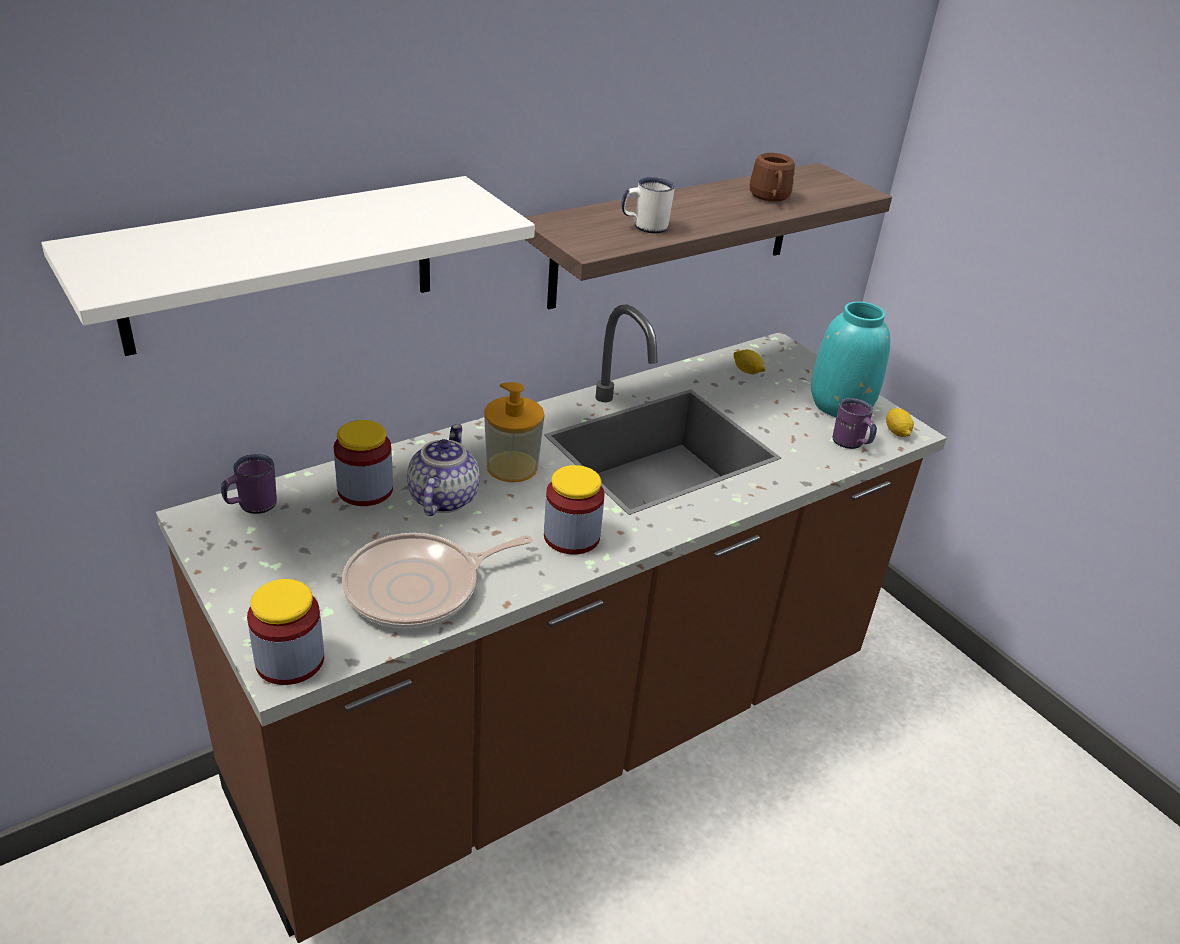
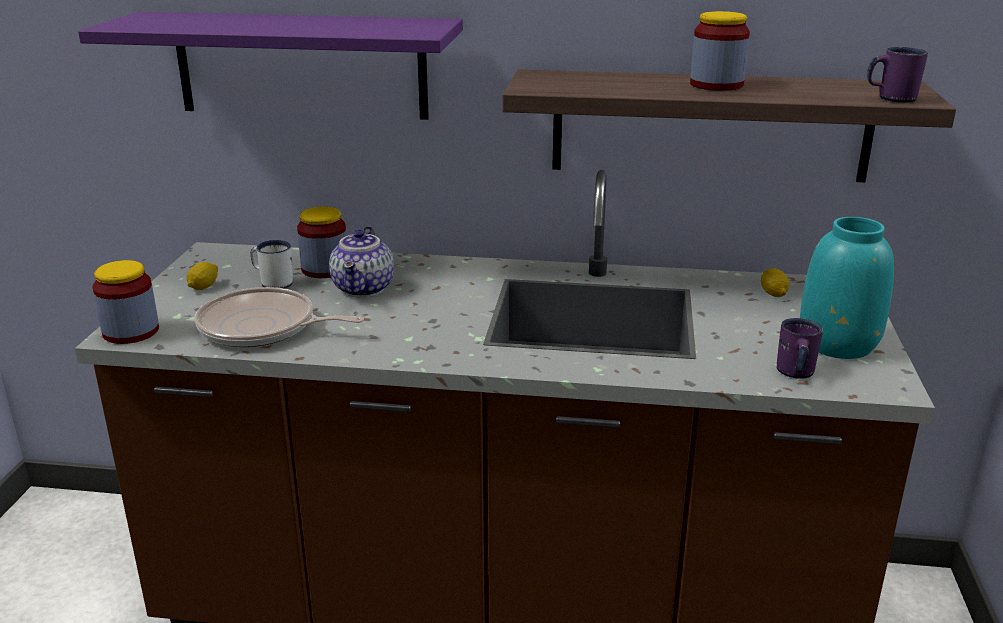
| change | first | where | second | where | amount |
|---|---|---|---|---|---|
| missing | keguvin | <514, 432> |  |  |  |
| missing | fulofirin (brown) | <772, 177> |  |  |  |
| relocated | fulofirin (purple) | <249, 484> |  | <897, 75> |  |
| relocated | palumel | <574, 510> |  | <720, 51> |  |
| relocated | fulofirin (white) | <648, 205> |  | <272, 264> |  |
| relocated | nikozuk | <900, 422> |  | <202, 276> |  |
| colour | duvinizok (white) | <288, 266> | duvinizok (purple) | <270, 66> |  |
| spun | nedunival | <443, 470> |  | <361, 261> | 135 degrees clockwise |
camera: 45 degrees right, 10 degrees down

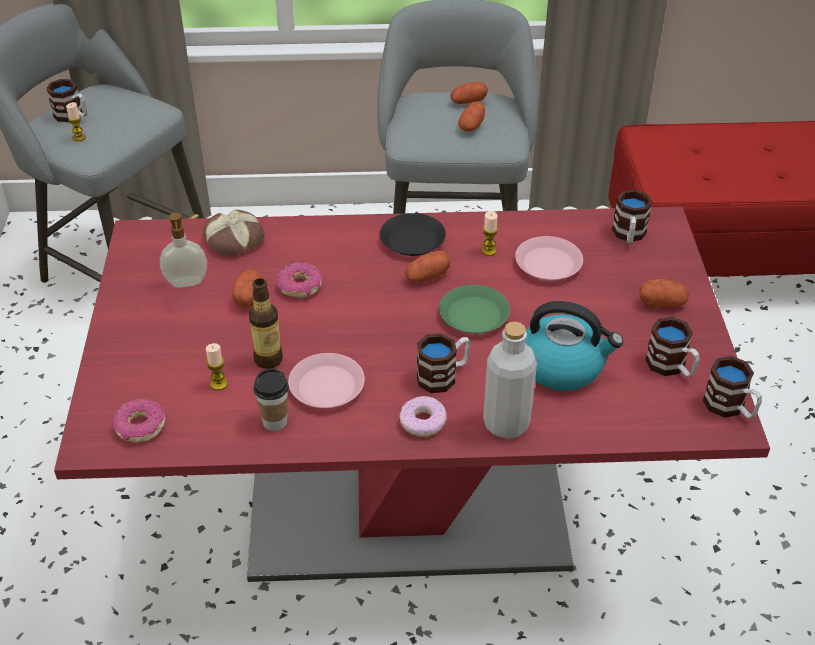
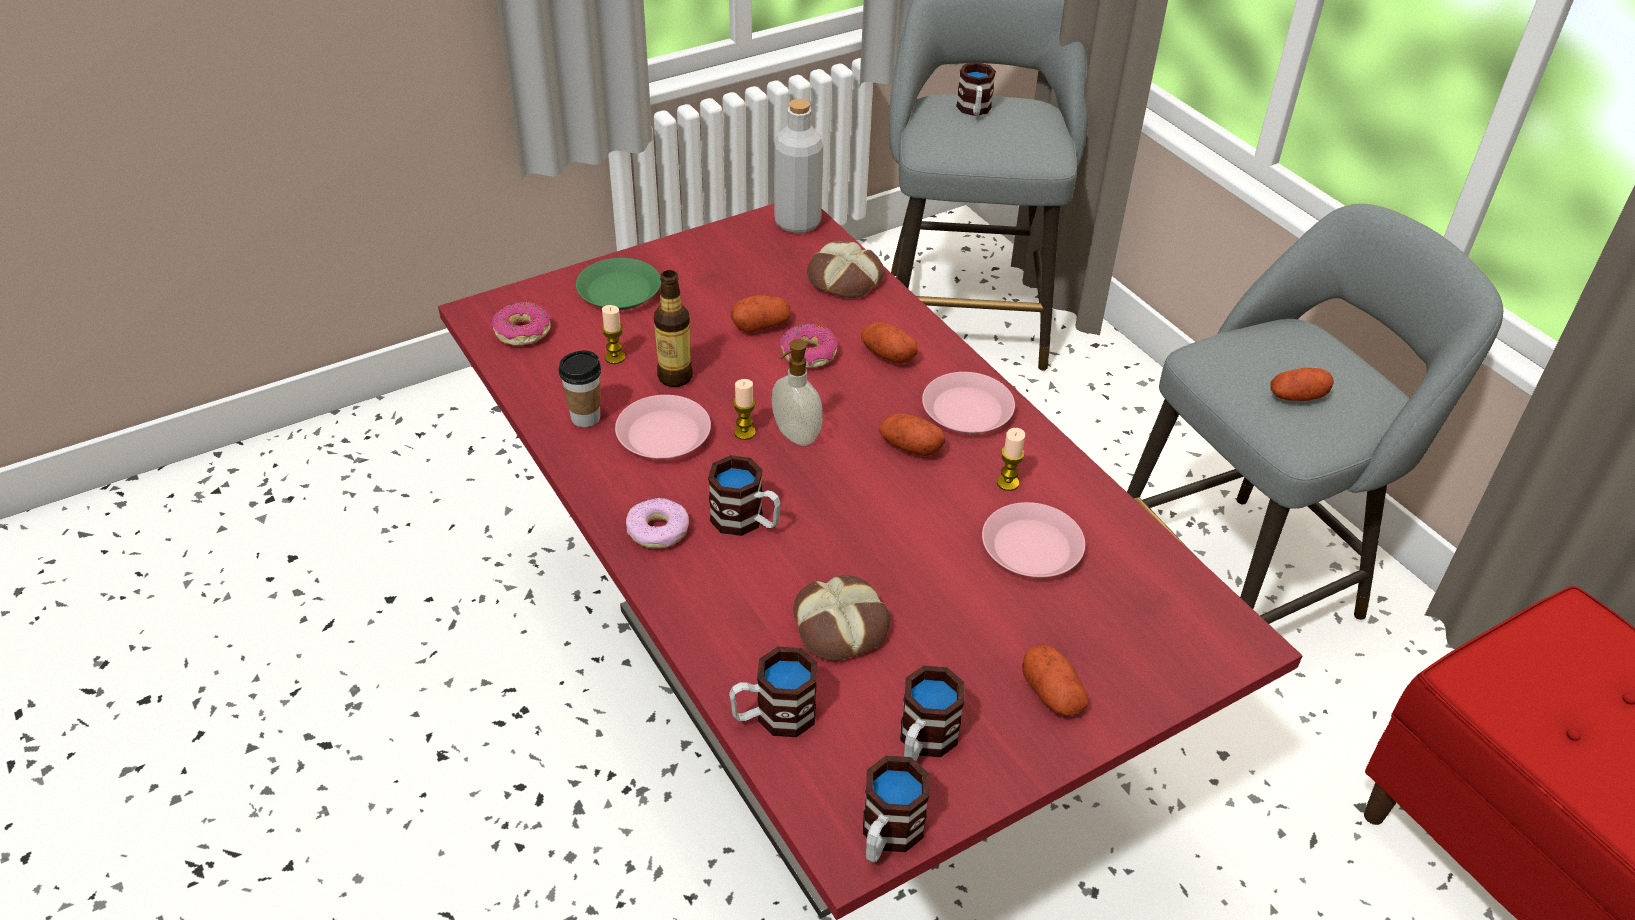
| change | first | where | second | where | amount |
|---|---|---|---|---|---|
| relocated | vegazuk | <76, 121> |  | <744, 409> |  |
| relocated | keguvin | <183, 249> |  | <797, 392> |  |
| relocated | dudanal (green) | <474, 309> |  | <618, 284> |  |
| relocated | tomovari | <469, 93> |  | <889, 343> |  |
| relocated | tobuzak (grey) | <510, 380> |  | <798, 166> |  |
| relocated | fulofirin | <632, 217> |  | <773, 692> |  |
| exchanged | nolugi | <574, 346> | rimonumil | <842, 618> |  |
| colour | dudanal (black) | <413, 234> | dudanal (pink) | <968, 403> |  |
camera: 60 degrees right, 0 degrees up

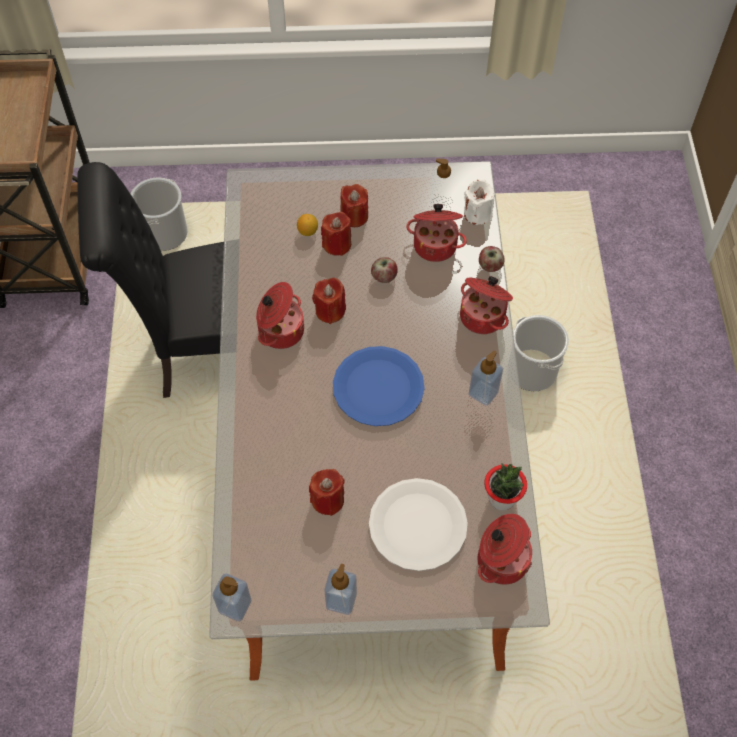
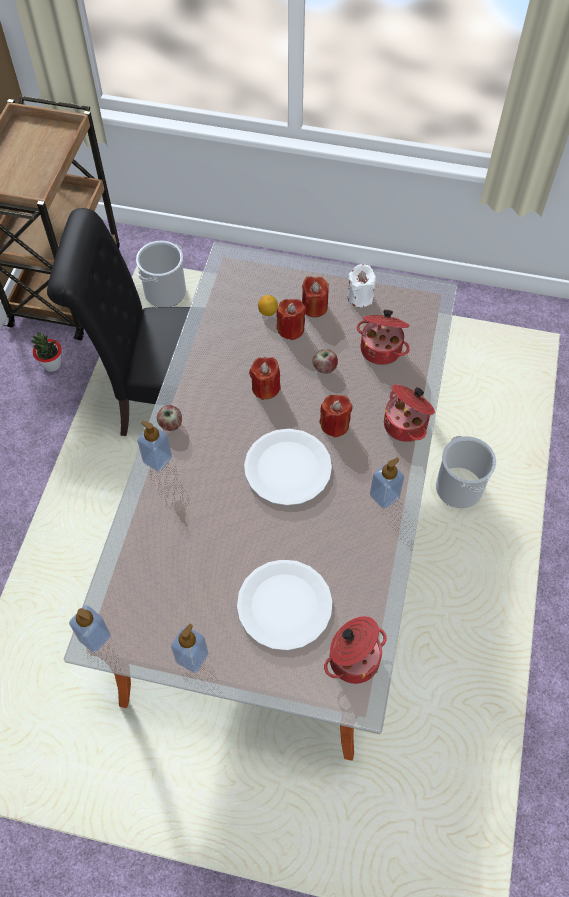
| change | first | where | second | where | amount |
|---|---|---|---|---|---|
| missing | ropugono | <280, 315> |  |  |  |
| relocated | vegazuk (red) | <327, 492> |  | <336, 416> |  |
| relocated | keguvin | <442, 184> |  | <154, 446> |  |
| relocated | vegazuk (white) | <479, 202> |  | <362, 285> |  |
| relocated | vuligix | <492, 259> |  | <169, 418> |  |
| relocated | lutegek | <505, 486> |  | <46, 352> |  |
| colour | dudanal (blue) | <379, 386> | dudanal (white) | <288, 467> |  |
camera: 15 degrees right, 0 degrees up

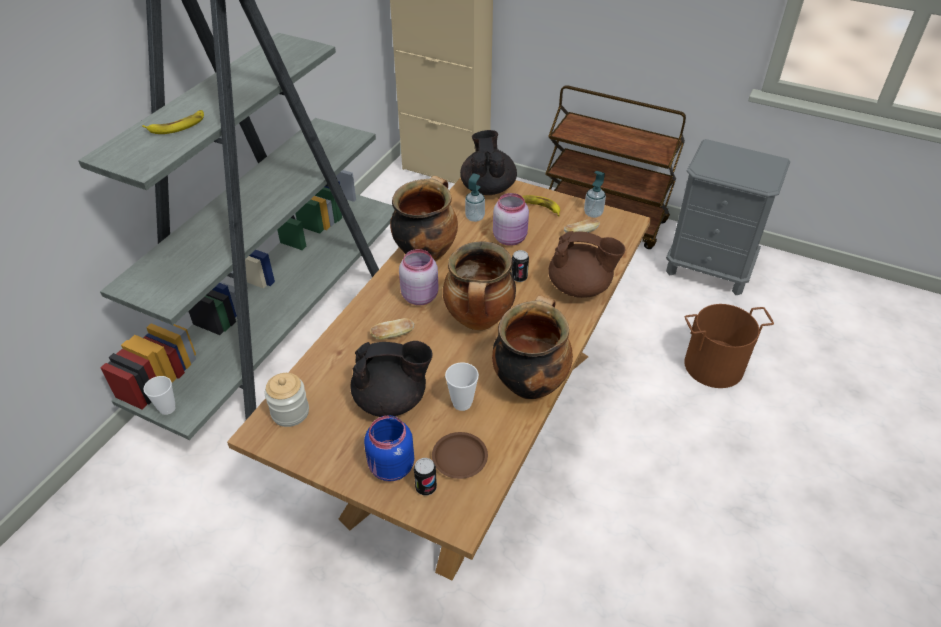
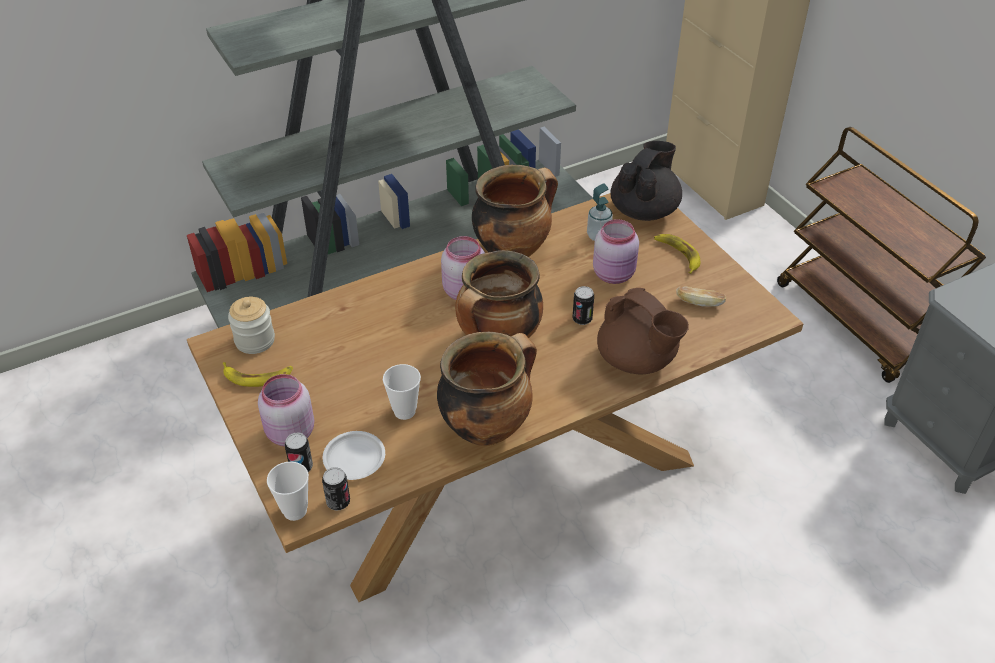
| change | first | where | second | where | amount |
|---|---|---|---|---|---|
| missing | nedunival (black) | <391, 379> |  |  |  |
| missing | rimonumil | <392, 329> |  |  |  |
| missing | keguvin | <595, 194> |  |  |  |
| missing | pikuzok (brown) | <729, 346> |  |  |  |
| appeared |  |  | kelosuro | <336, 489> |  |
| relocated | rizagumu | <173, 122> |  | <258, 374> |  |
| relocated | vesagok | <159, 395> |  | <288, 491> |  |
| colour | palumel (blue) | <389, 448> | palumel (pink) | <286, 410> |  |
| colour | dudanal (brown) | <460, 455> | dudanal (white) | <354, 455> |  |
camera: 35 degrees right, 0 degrees up

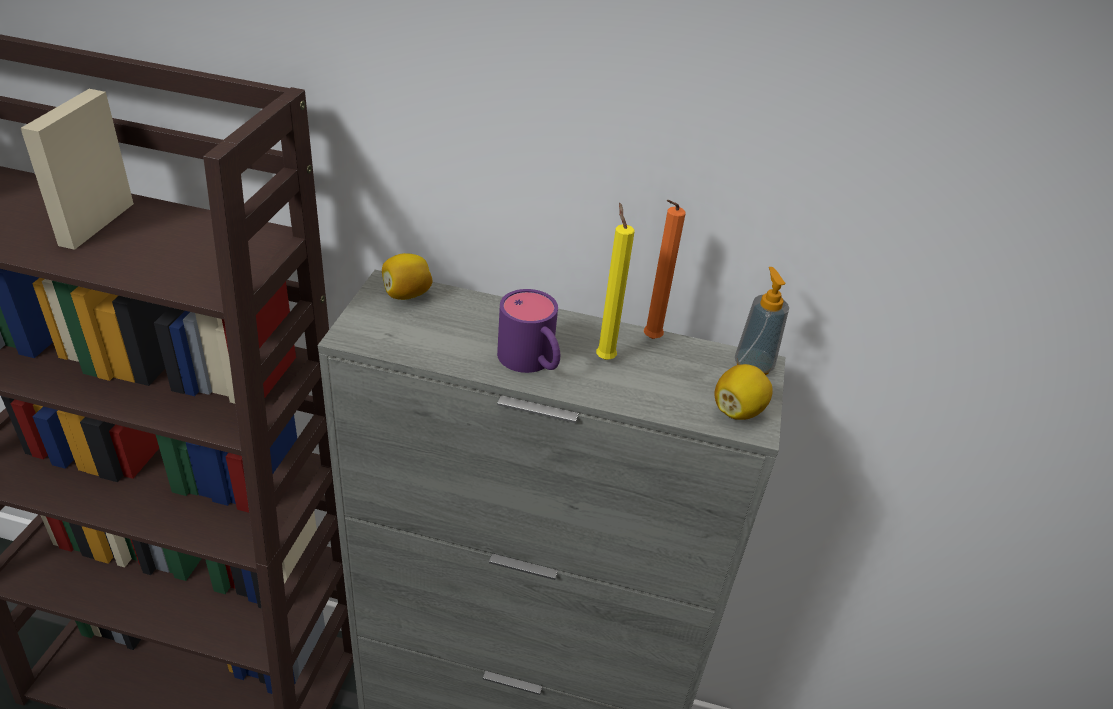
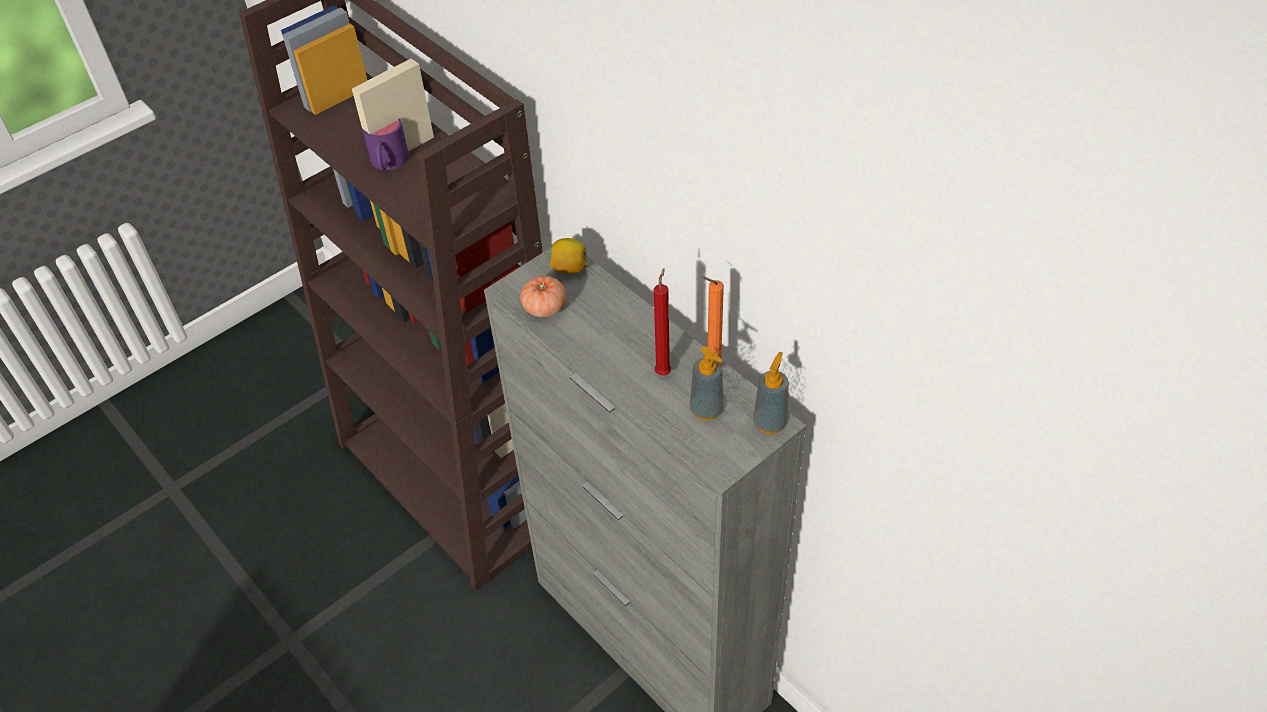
| change | first | where | second | where | amount |
|---|---|---|---|---|---|
| missing | nikozuk | <743, 392> |  |  |  |
| appeared |  |  | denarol | <543, 296> |  |
| appeared |  |  | keguvin | <707, 383> |  |
| relocated | fulofirin (purple) | <528, 331> |  | <385, 144> |  |
| colour | vegazuk (yellow) | <615, 281> | vegazuk (red) | <662, 321> |  |
camera: 40 degrees right, 10 degrees up

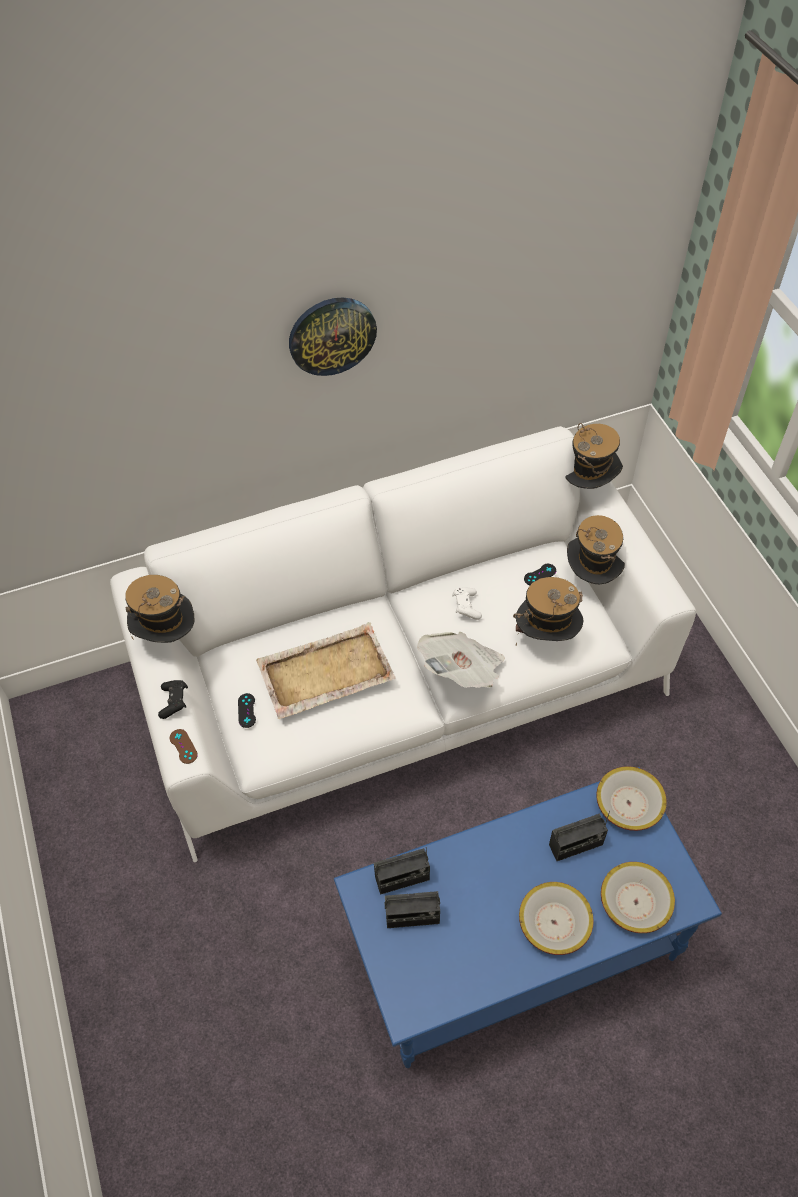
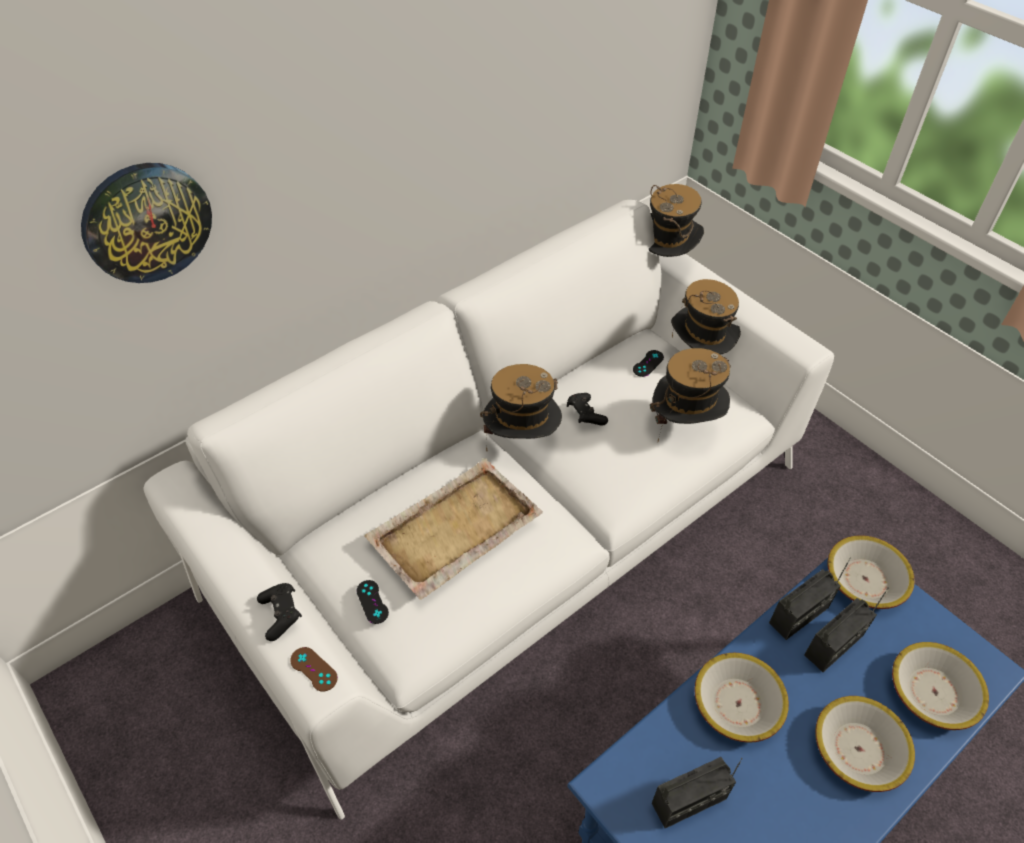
| change | first | where | second | where | amount |
|---|---|---|---|---|---|
| missing | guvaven | <461, 660> |  |  |  |
| appeared |  |  | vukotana | <741, 698> |  |
| relocated | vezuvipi | <159, 609> |  | <521, 407> |  |
| relocated | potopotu | <333, 336> |  | <146, 223> |  |
| relocated | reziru | <402, 871> |  | <810, 599> |  |
| colour | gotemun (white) | <467, 603> | gotemun (black) | <587, 409> |  |
camera: 20 degrees left, 5 degrees down

